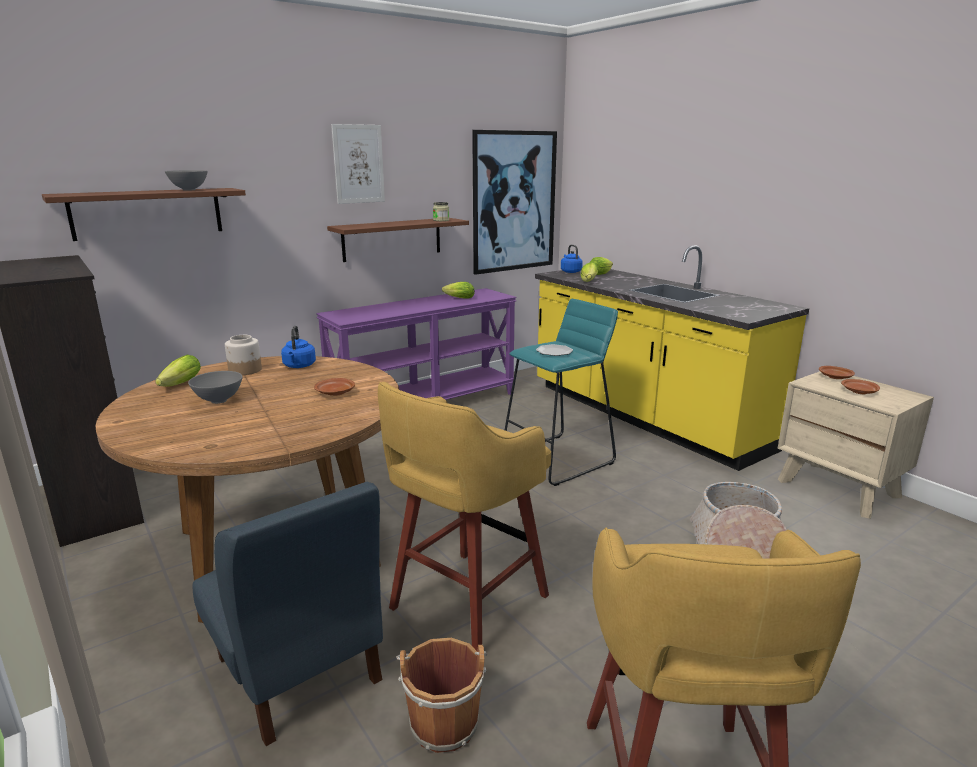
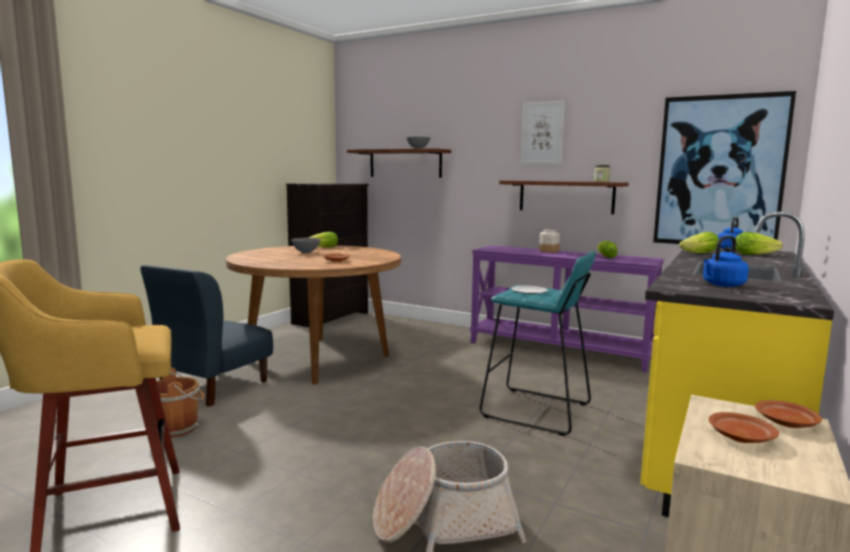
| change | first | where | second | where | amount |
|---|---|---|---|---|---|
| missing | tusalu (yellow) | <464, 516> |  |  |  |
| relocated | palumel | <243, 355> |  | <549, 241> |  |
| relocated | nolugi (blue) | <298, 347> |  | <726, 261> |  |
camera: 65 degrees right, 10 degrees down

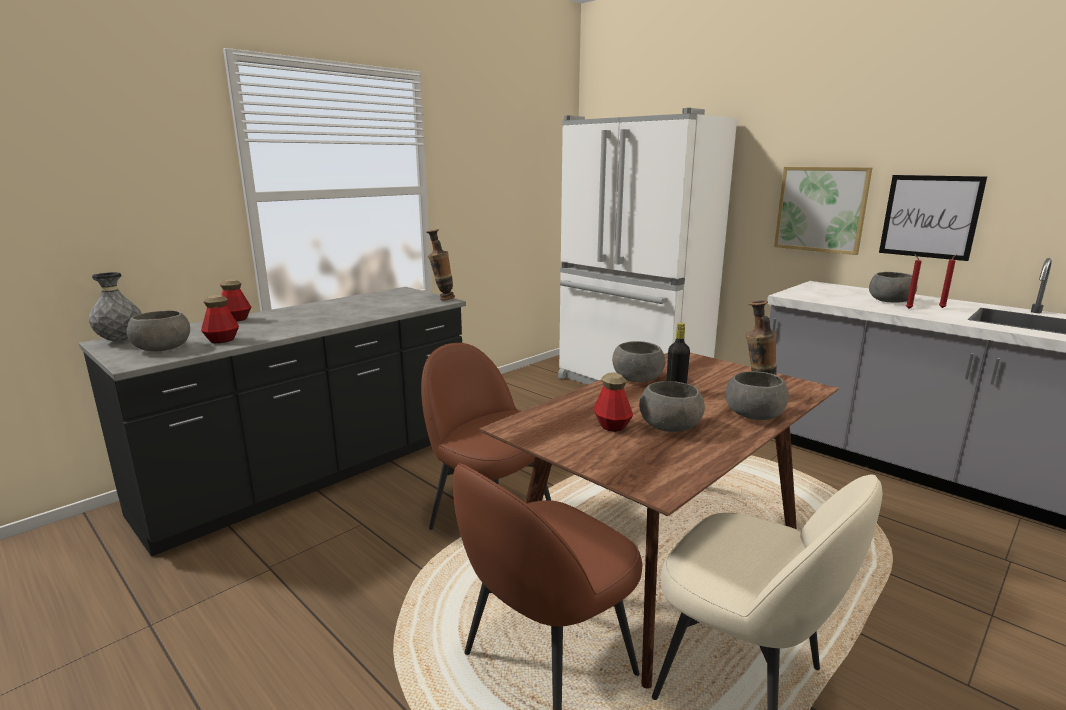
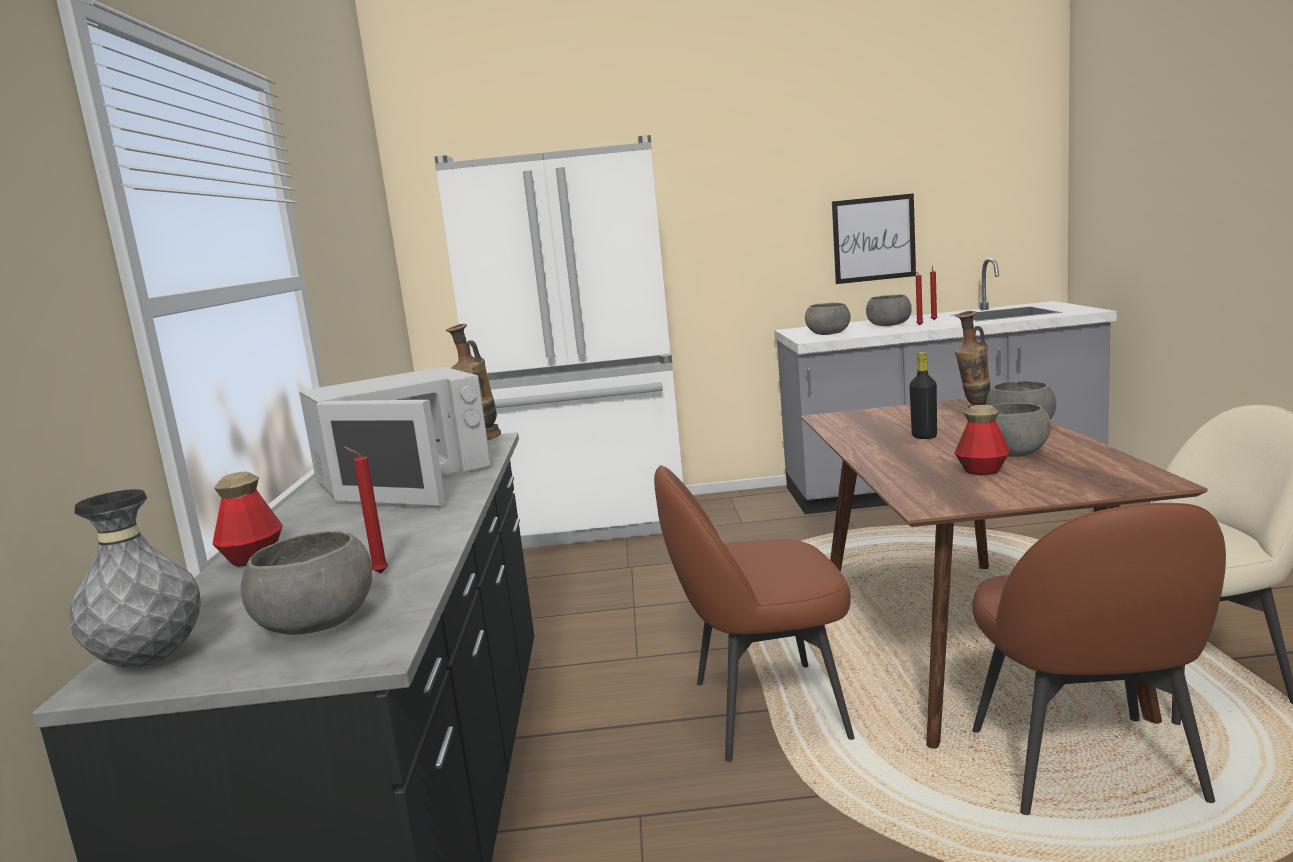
| change | first | where | second | where | amount |
|---|---|---|---|---|---|
| missing | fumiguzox | <823, 211> |  |  |  |
| appeared |  |  | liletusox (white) | <395, 437> |  |
| relocated | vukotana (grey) | <638, 361> |  | <827, 319> |  |
| exchanged | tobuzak | <220, 319> | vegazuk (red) | <365, 510> |  |
camera: 45 degrees left, 5 degrees down

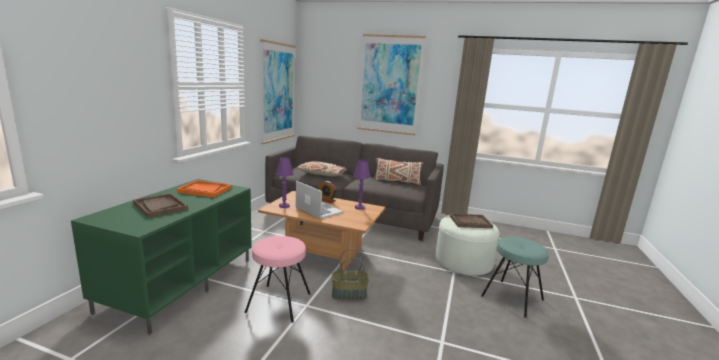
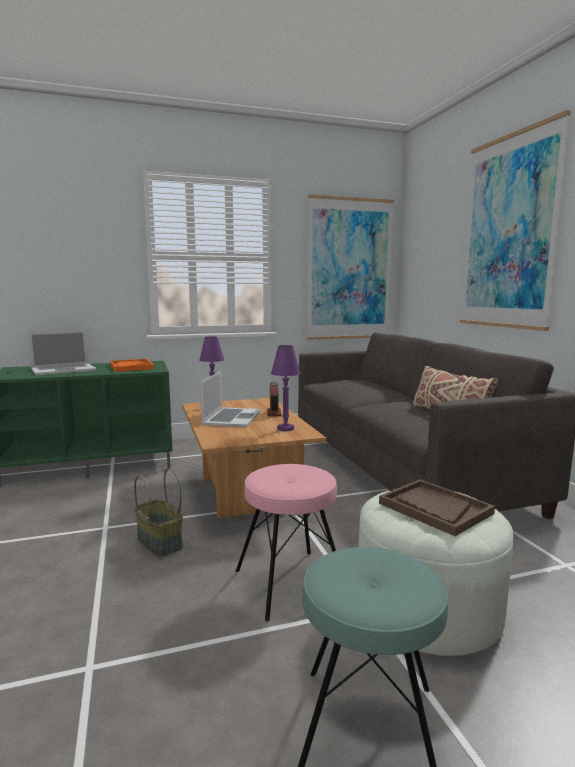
| change | first | where | second | where | amount |
|---|---|---|---|---|---|
| missing | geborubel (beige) | <322, 168> |  |  |  |
| relocated | tusalu (pink) | <277, 279> |  | <286, 543> |  |
| exchanged | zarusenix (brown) | <160, 205> | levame | <62, 352> |  |
camera: 55 degrees right, 5 degrees down

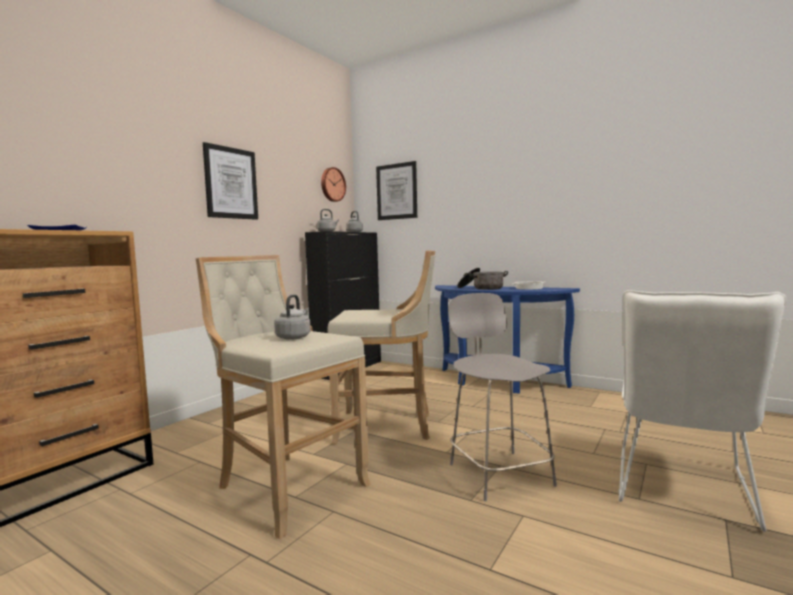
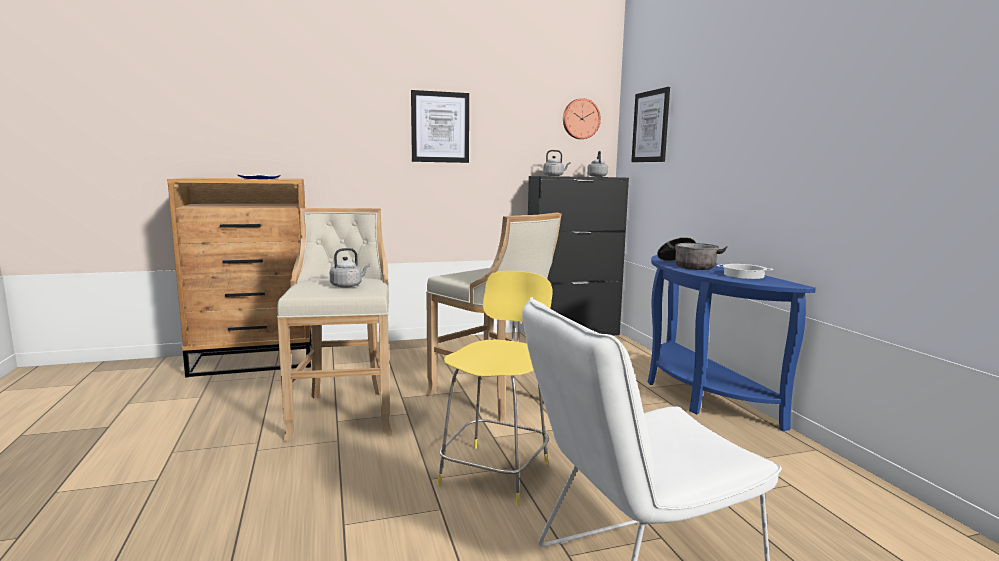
| change | first | where | second | where | amount |
|---|---|---|---|---|---|
| colour | tusalu (grey) | <502, 397> | tusalu (yellow) | <494, 388> |  |
camera: 40 degrees right, 5 degrees up

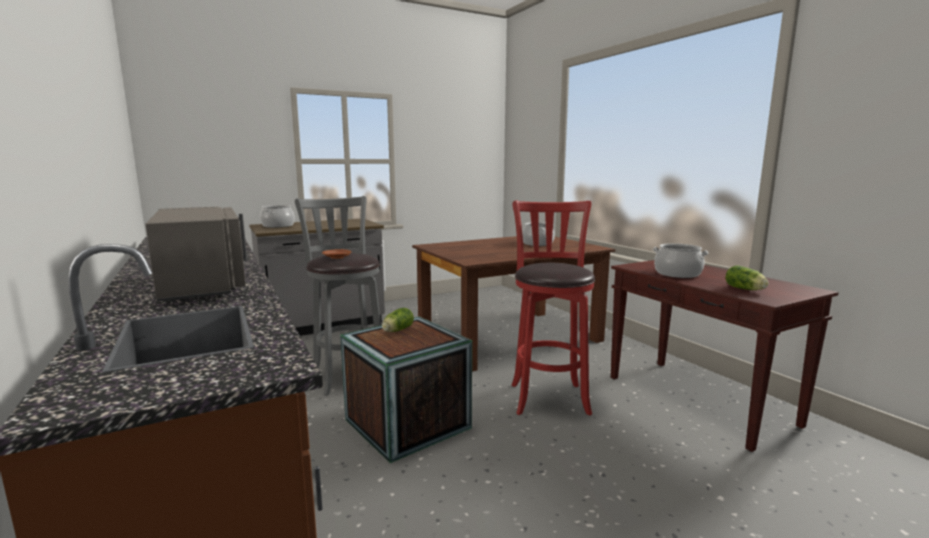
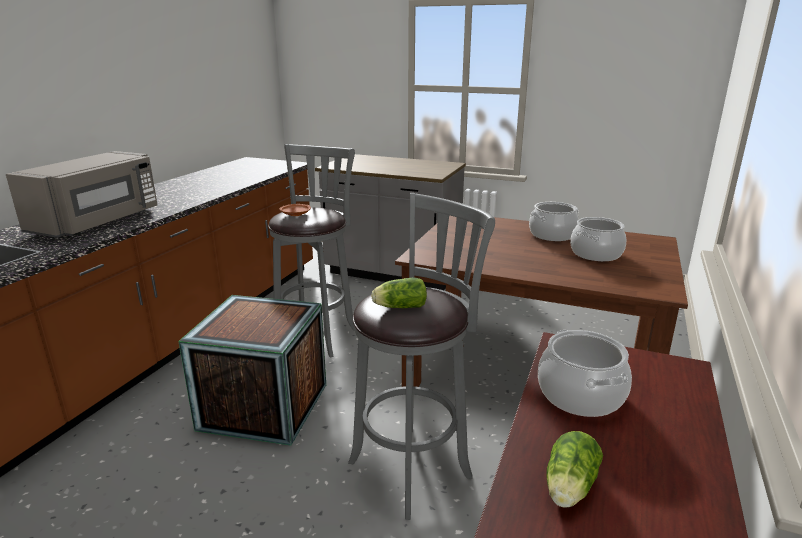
| change | first | where | second | where | amount |
|---|---|---|---|---|---|
| relocated | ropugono | <277, 216> |  | <554, 221> |  |
| relocated | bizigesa | <398, 320> |  | <399, 293> |  |
| colour | tusalu (red) | <553, 308> | tusalu (grey) | <421, 356> |  |
camera: 50 degrees right, 10 degrees up

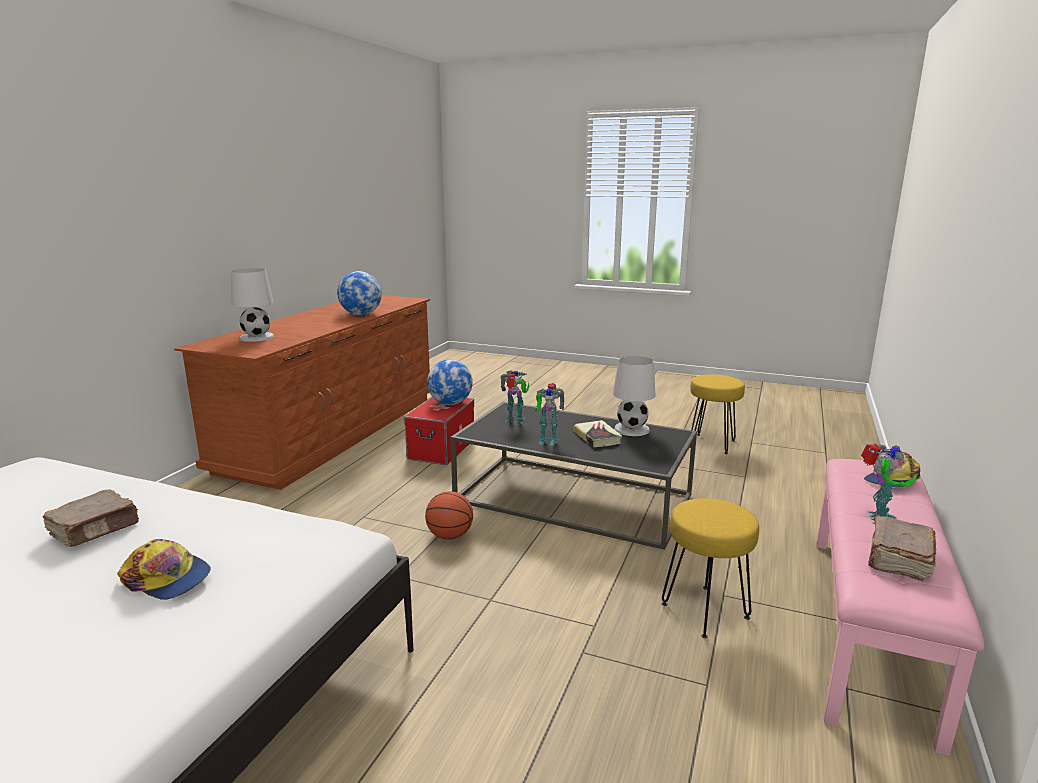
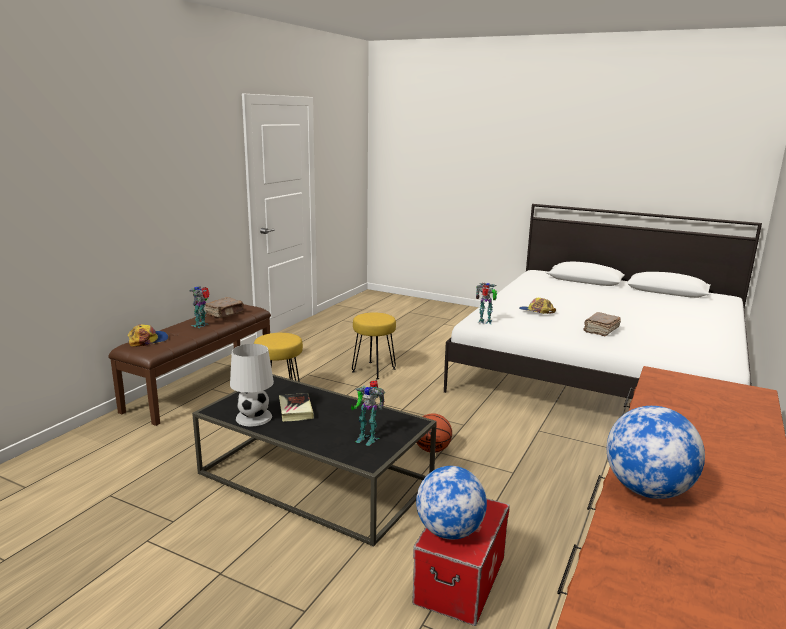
| change | first | where | second | where | amount |
|---|---|---|---|---|---|
| missing | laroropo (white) | <252, 305> |  |  |  |
| relocated | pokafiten | <550, 414> |  | <486, 303> |  |
| relocated | tusalu (yellow) | <717, 414> |  | <374, 346> |  |
| colour | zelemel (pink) | <900, 607> | zelemel (brown) | <189, 365> |  |
camera: 175 degrees left, 0 degrees up

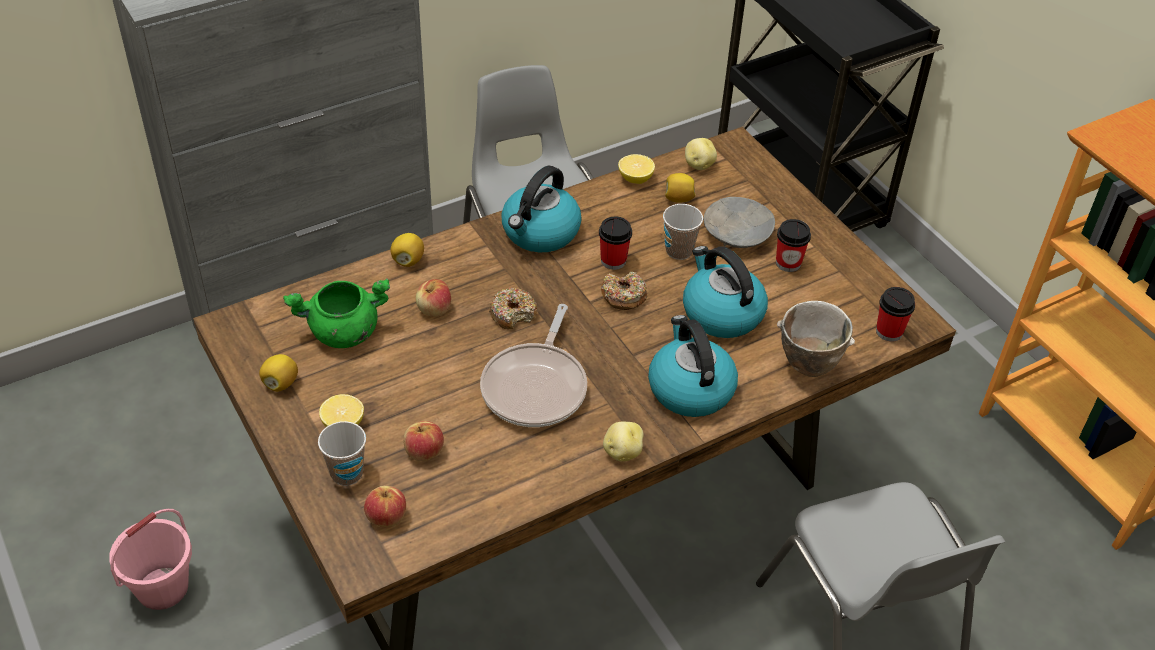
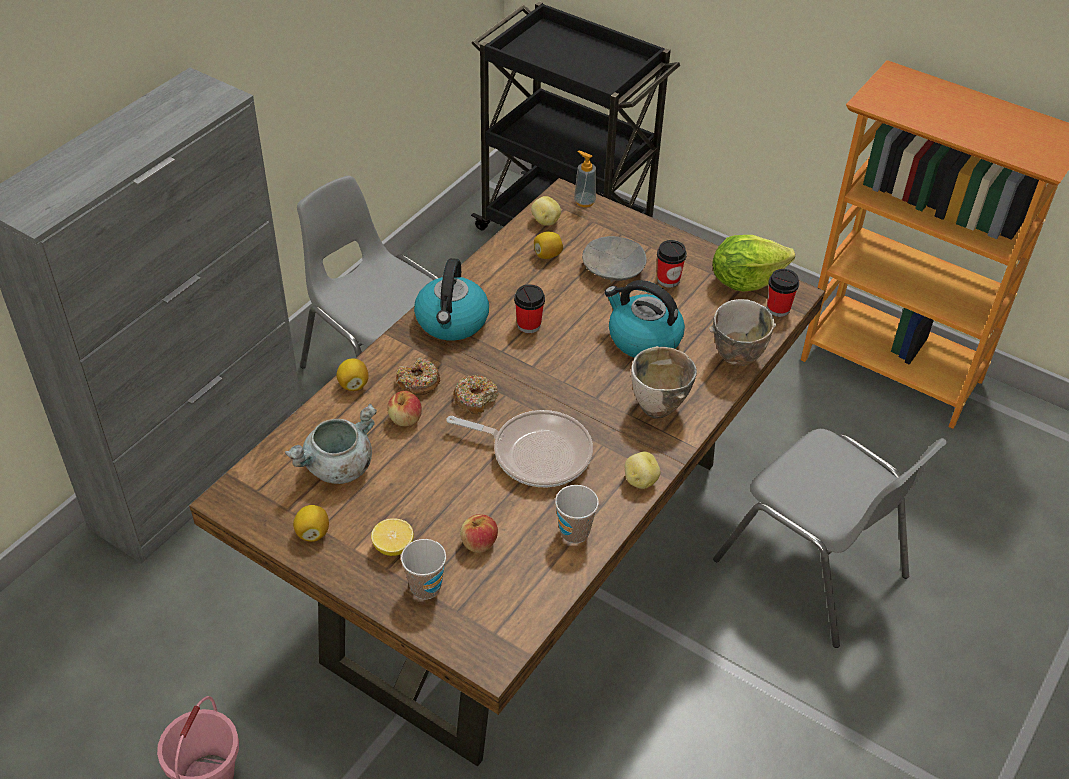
| change | first | where | second | where | amount |
|---|---|---|---|---|---|
| missing | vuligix | <385, 506> |  |  |  |
| missing | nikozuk | <636, 169> |  |  |  |
| appeared |  |  | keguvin | <585, 179> |  |
| appeared |  |  | bizigesa | <753, 263> |  |
| relocated | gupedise | <624, 291> |  | <418, 376> |  |
| relocated | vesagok | <683, 232> |  | <577, 514> |  |
| exchanged | nolugi | <693, 366> | vukotana | <664, 382> |  |
| colour | ropugono (green) | <336, 313> | ropugono (grey) | <331, 444> |  |
| spun | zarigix | <533, 365> |  | <519, 449> | 60 degrees counterclockwise |
camera: 25 degrees left, 0 degrees up

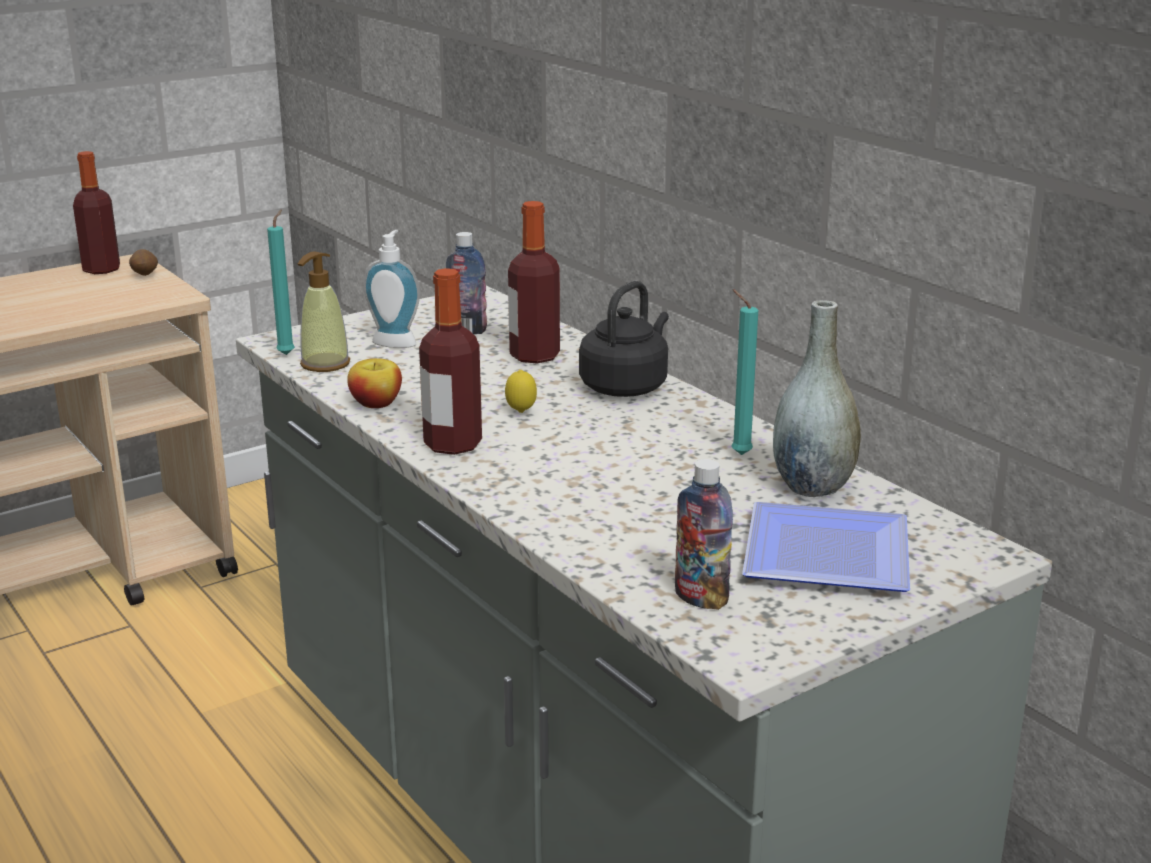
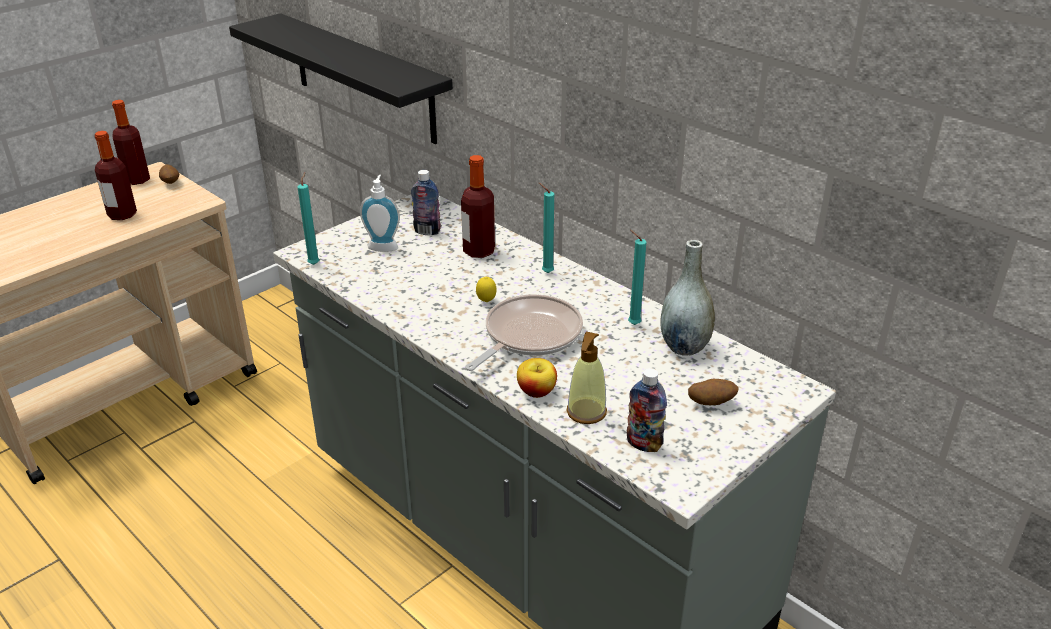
| change | first | where | second | where | amount |
|---|---|---|---|---|---|
| appeared |  |  | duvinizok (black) | <341, 78> |  |
| appeared |  |  | zarigix | <524, 332> |  |
| relocated | keguvin | <324, 311> |  | <586, 378> |  |
| relocated | vuligix | <374, 383> |  | <537, 378> |  |
| relocated | tobuzak | <450, 361> |  | <115, 175> |  |
| exchanged | nolugi (black) | <624, 339> | vegazuk (turquoise) | <546, 228> |  |
| exchanged | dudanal | <826, 547> | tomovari | <713, 392> |  |
camera: 10 degrees left, 10 degrees up

